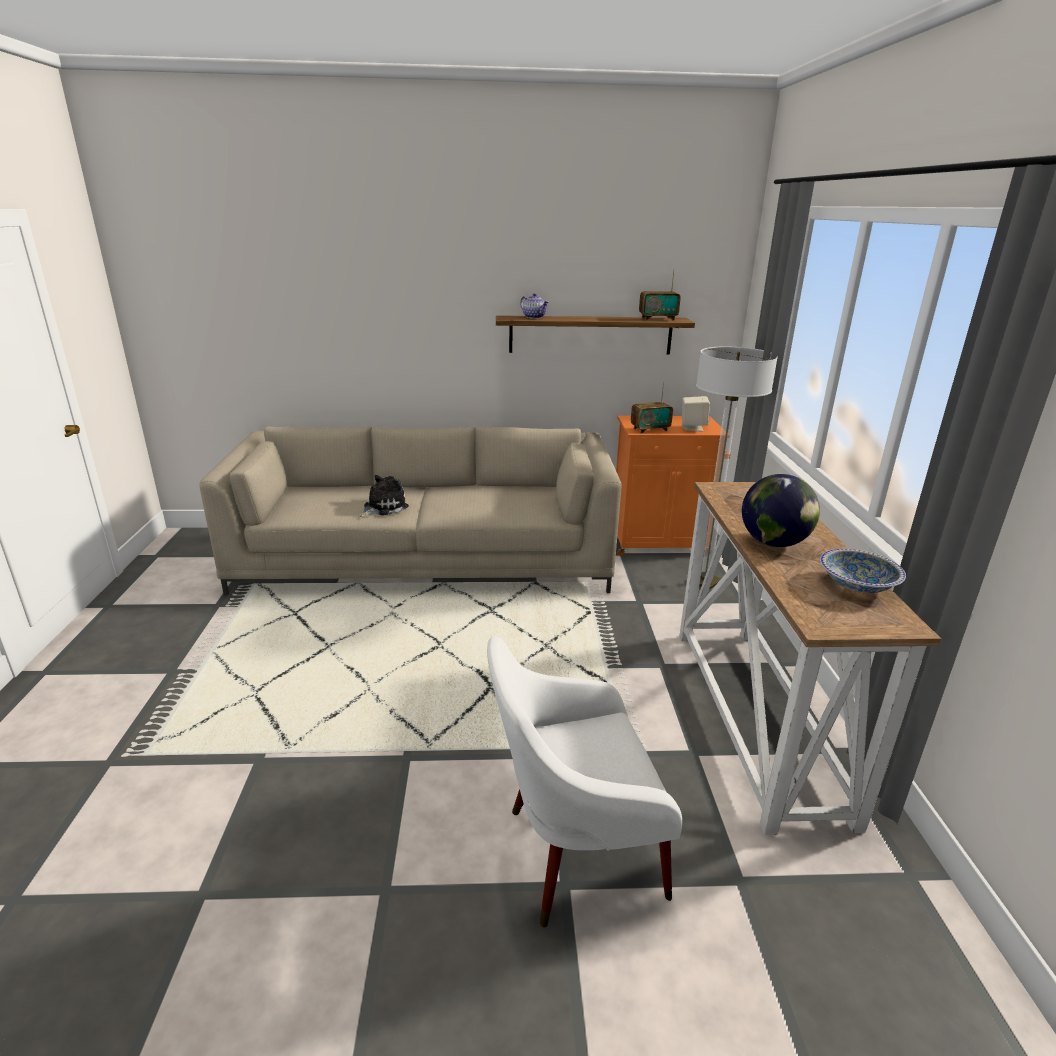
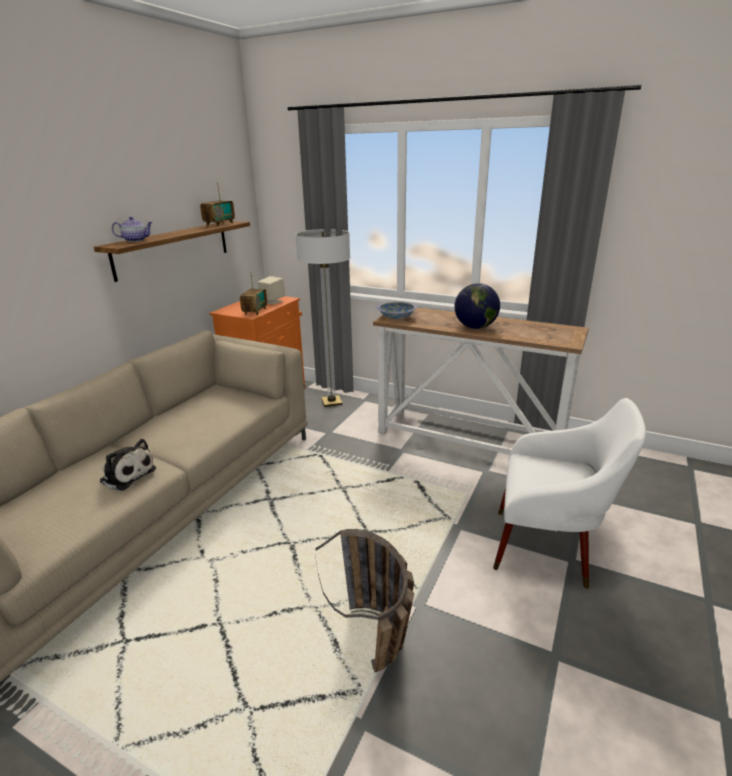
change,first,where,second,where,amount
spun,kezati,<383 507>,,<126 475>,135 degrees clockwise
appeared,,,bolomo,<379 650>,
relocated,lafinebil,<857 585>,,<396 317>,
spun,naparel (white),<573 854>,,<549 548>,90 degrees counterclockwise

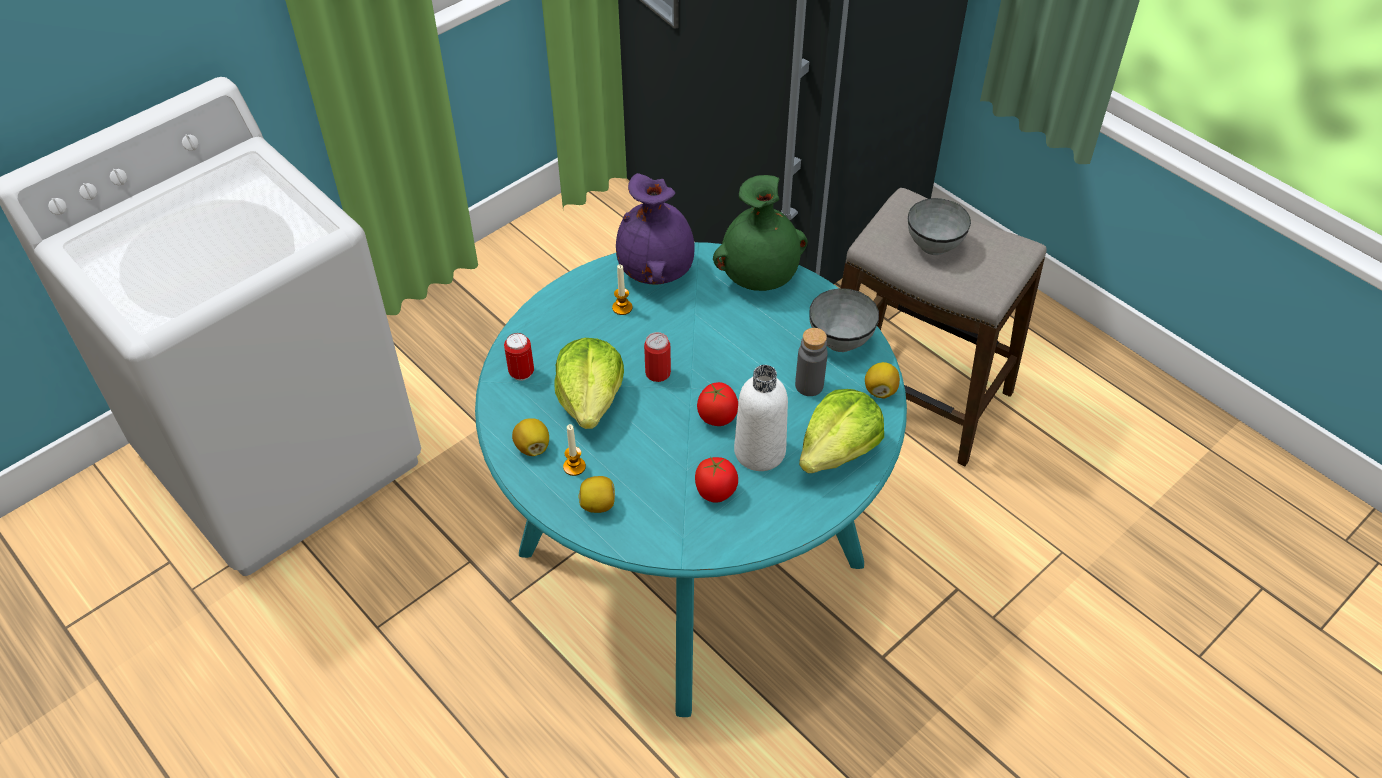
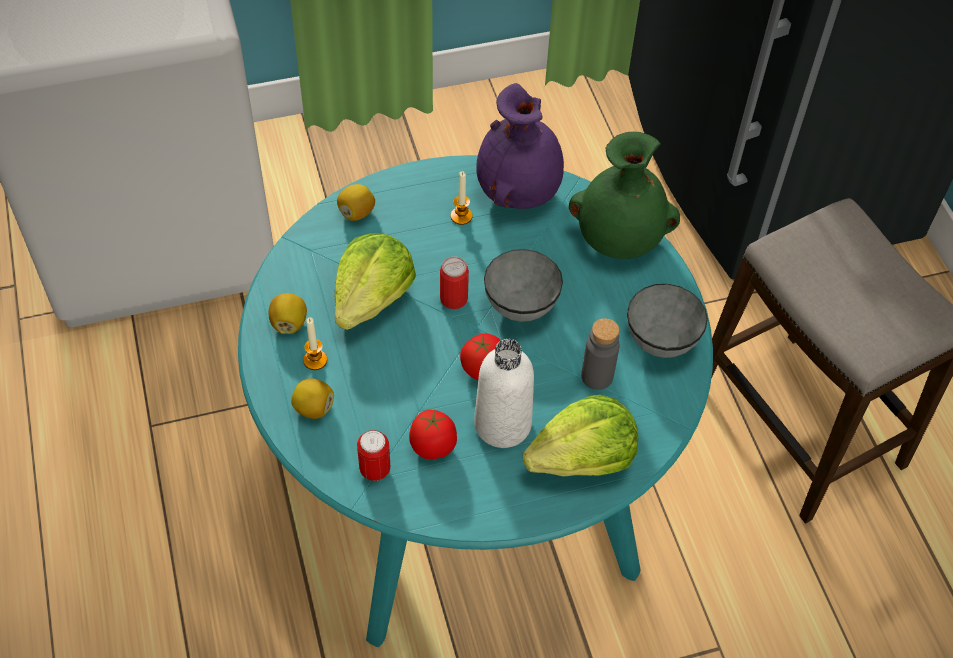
change,first,where,second,where,amount
relocated,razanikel,<880 390>,,<356 213>,
relocated,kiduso,<521 373>,,<375 470>,
relocated,lafinebil (grey),<933 245>,,<520 306>,

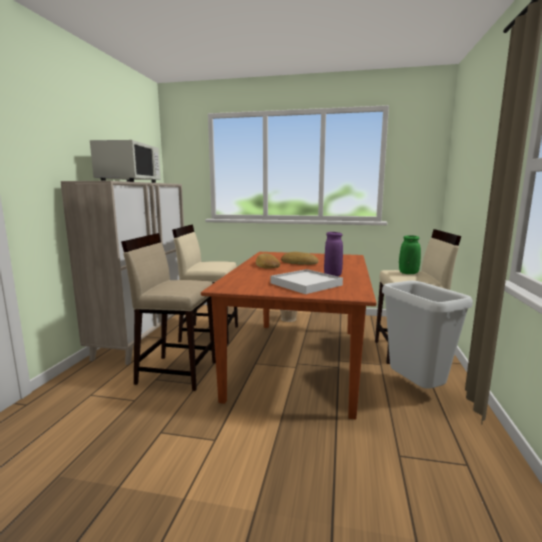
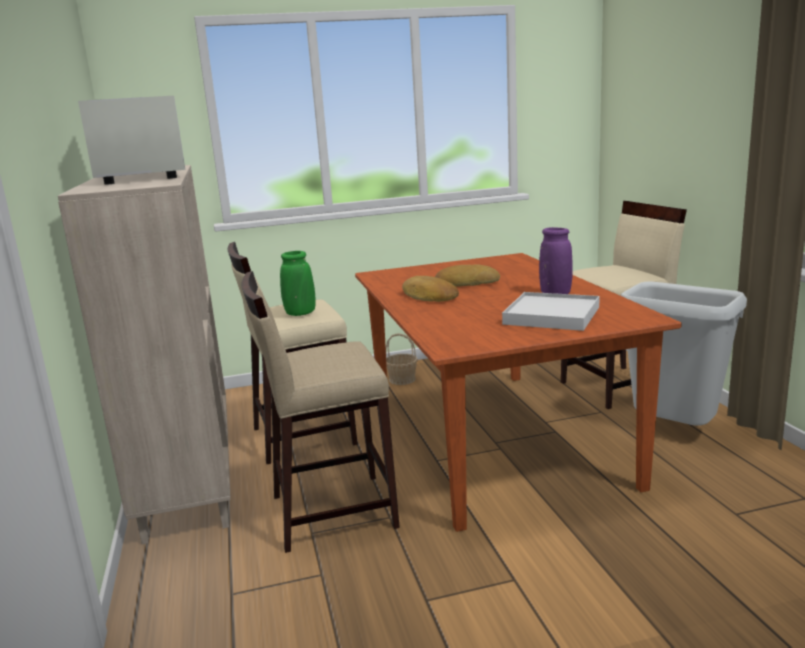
change,first,where,second,where,amount
relocated,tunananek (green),<408 273>,,<300 313>,

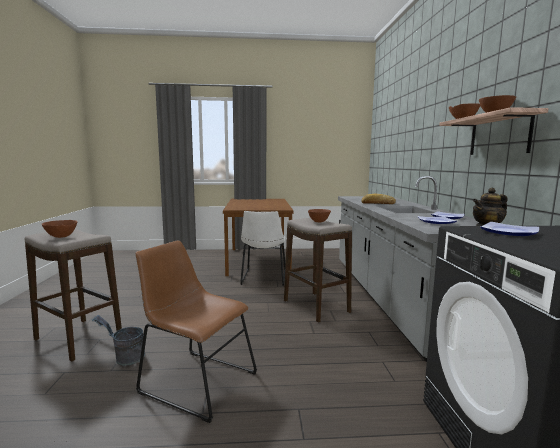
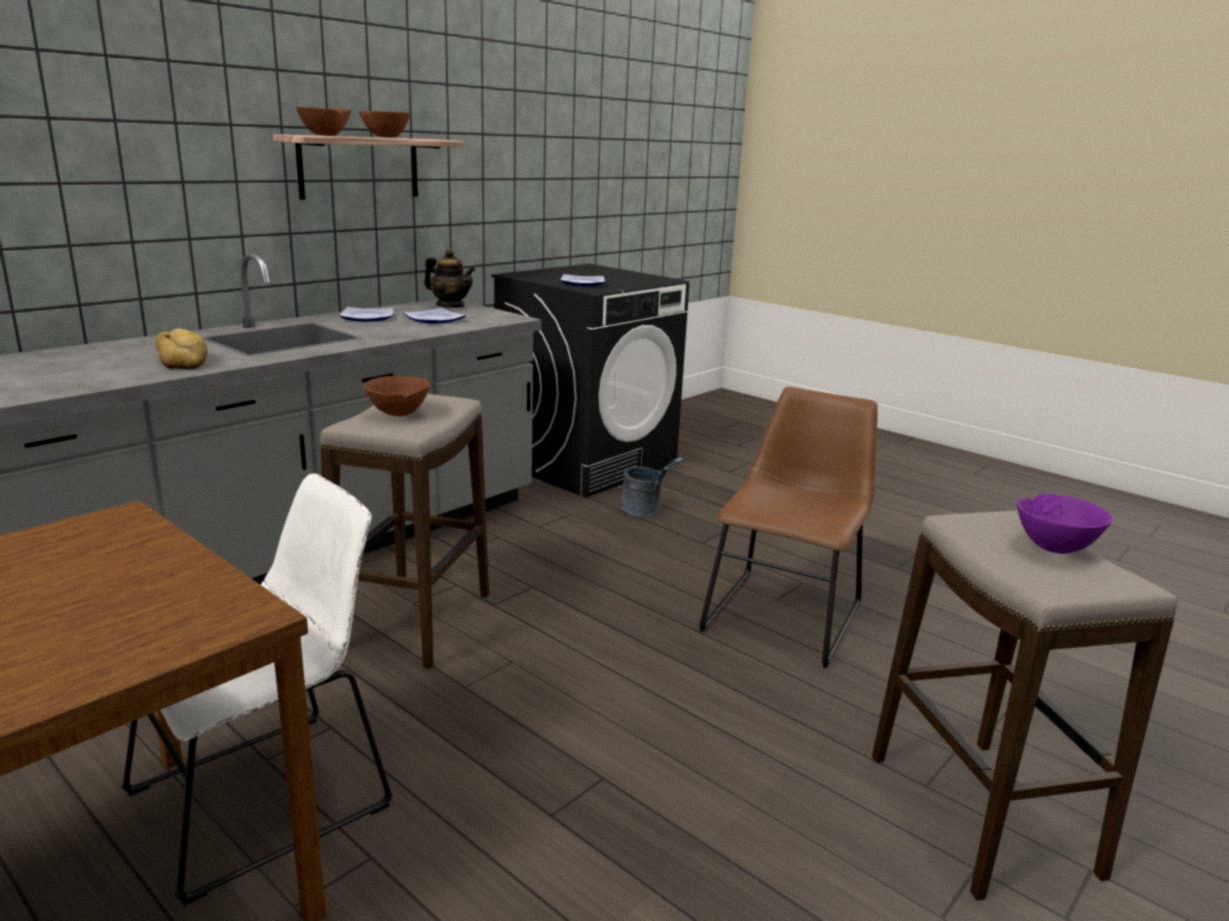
change,first,where,second,where,amount
relocated,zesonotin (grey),<125 358>,,<646 511>,
spun,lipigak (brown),<195 381>,,<785 613>,135 degrees counterclockwise
colour,lafinebil (brown),<61 237>,lafinebil (purple),<1054 547>,

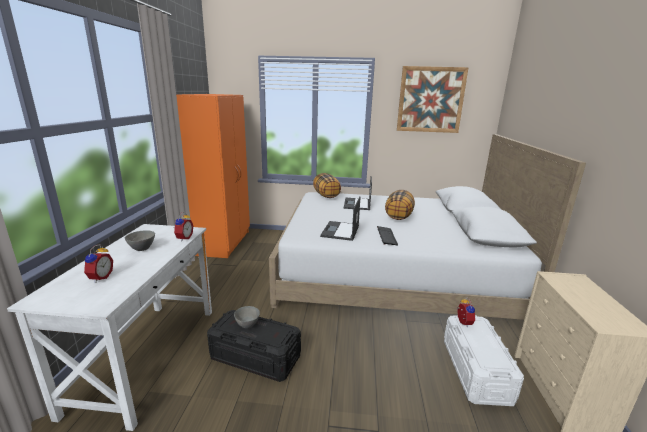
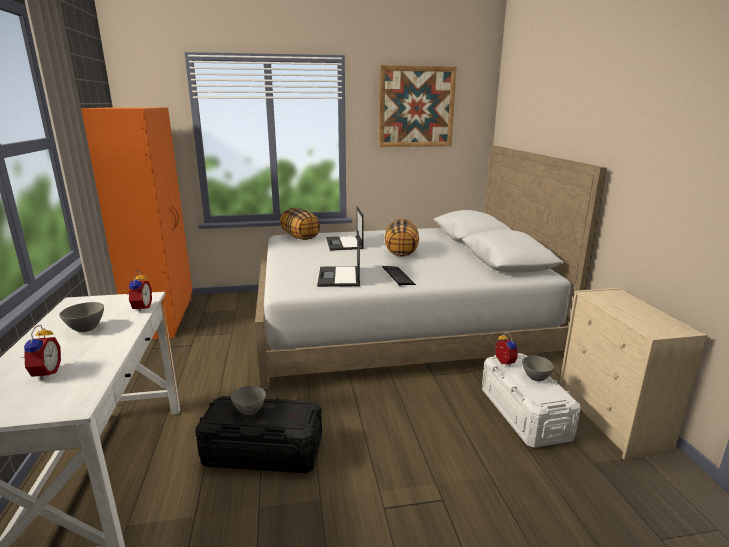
change,first,where,second,where,amount
appeared,,,lafinebil (grey),<535 378>,

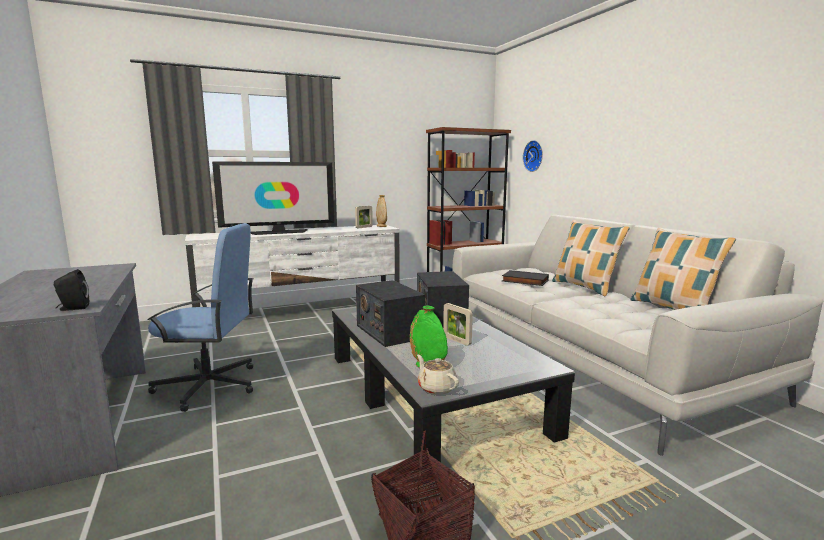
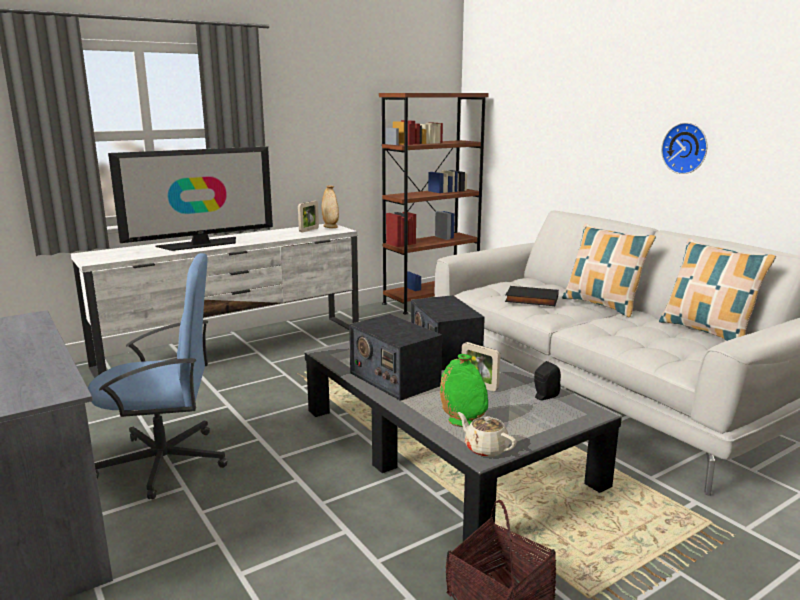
change,first,where,second,where,amount
relocated,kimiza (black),<73 308>,,<544 396>,
relocated,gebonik,<534 156>,,<686 148>,

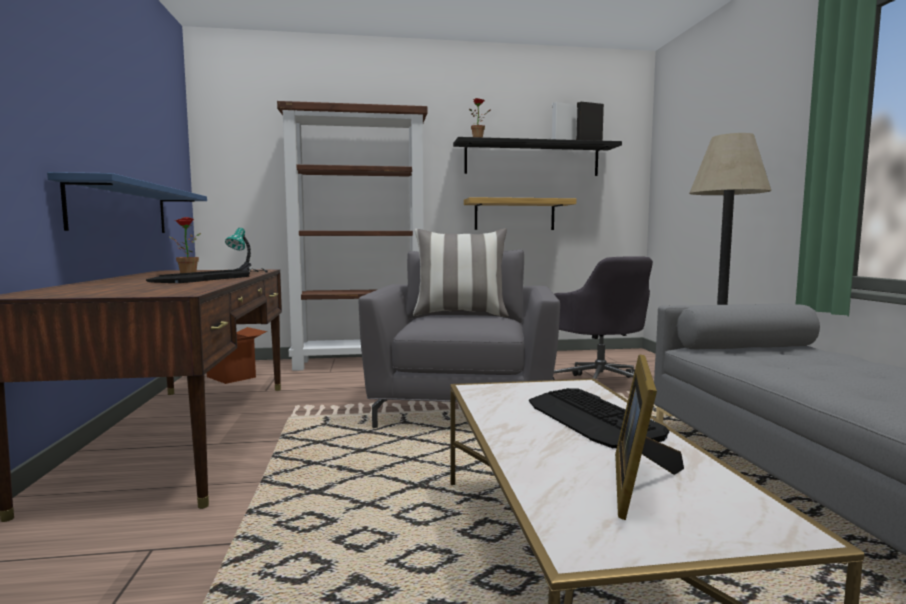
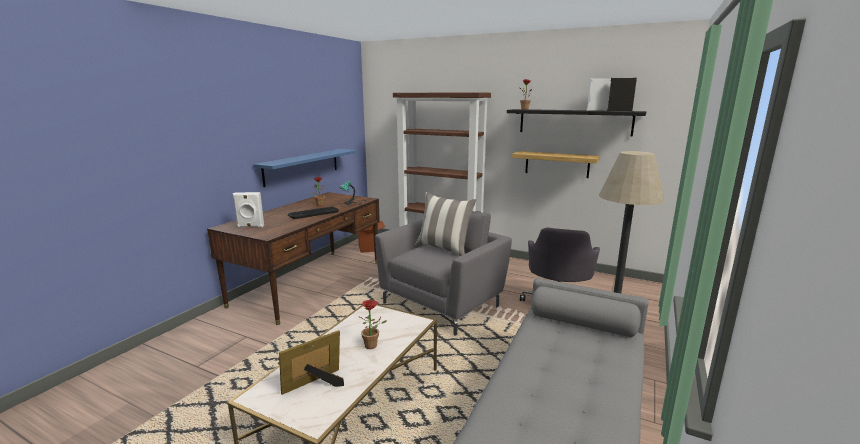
change,first,where,second,where,amount
appeared,,,kimiza (white),<250 226>,
exchanged,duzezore,<591 419>,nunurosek,<373 346>,

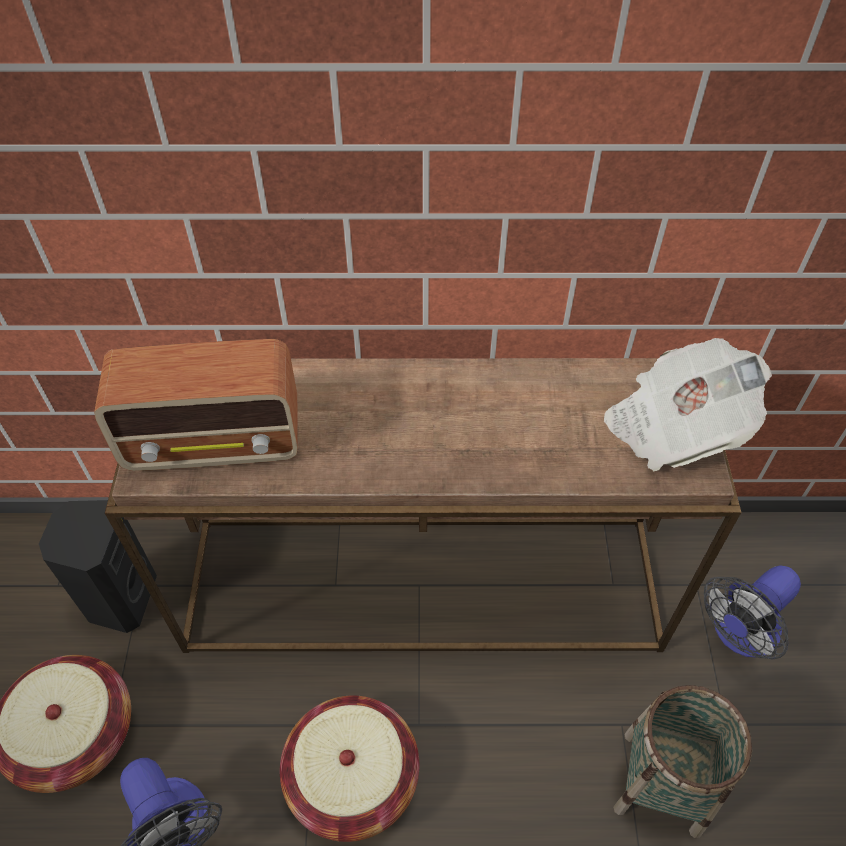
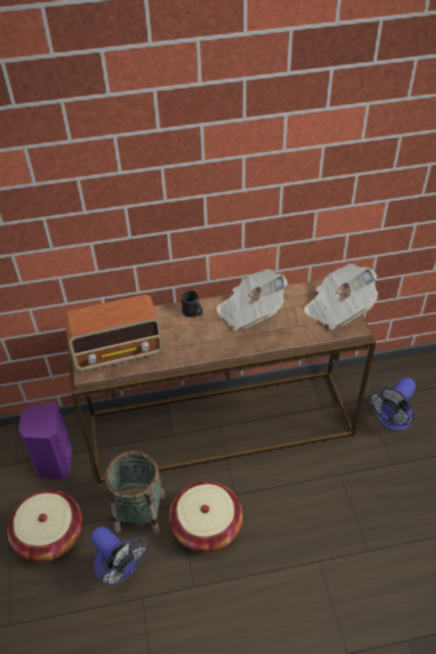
change,first,where,second,where,amount
colour,kimiza (black),<120 598>,kimiza (purple),<54 463>,
relocated,bolomo,<661 782>,,<140 512>,
appeared,,,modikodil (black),<193 312>,
appeared,,,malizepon,<250 312>,

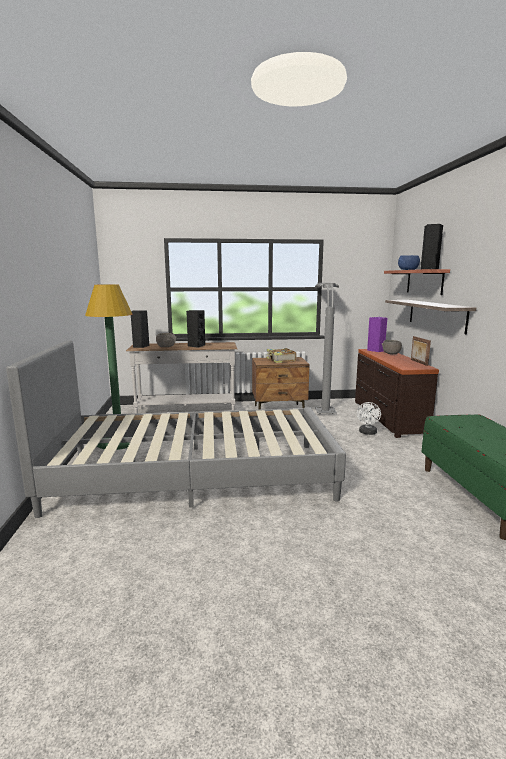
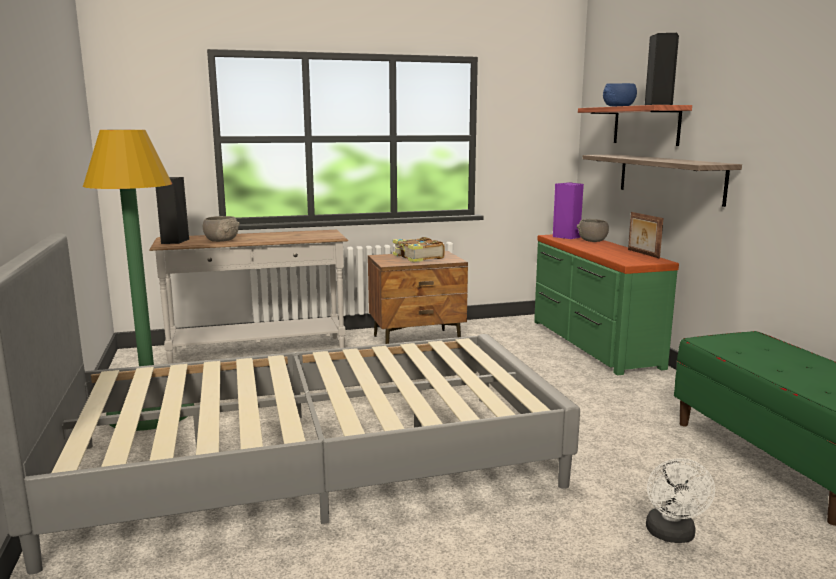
change,first,where,second,where,amount
colour,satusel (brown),<387 417>,satusel (green),<592 343>,
relocated,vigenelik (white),<367 433>,,<672 535>,
missing,kimiza (black),<196 346>,,,
missing,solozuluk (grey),<322 407>,,,

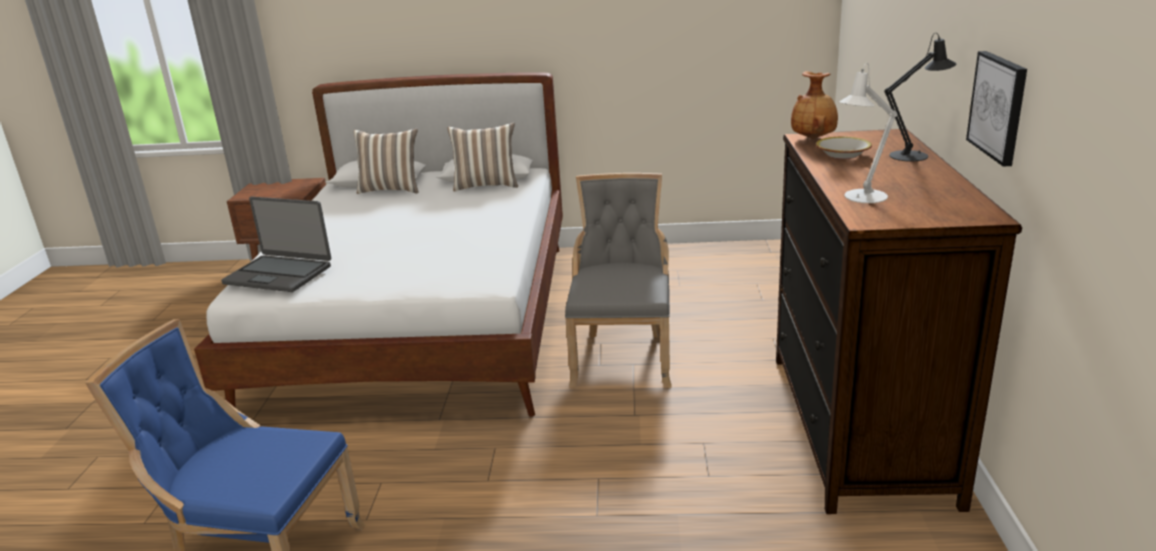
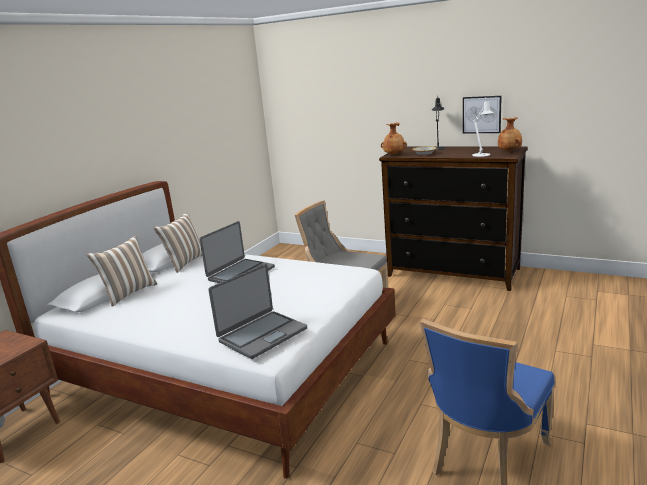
change,first,where,second,where,amount
appeared,,,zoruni,<240 273>,
appeared,,,tunananek (brown),<509 151>,

